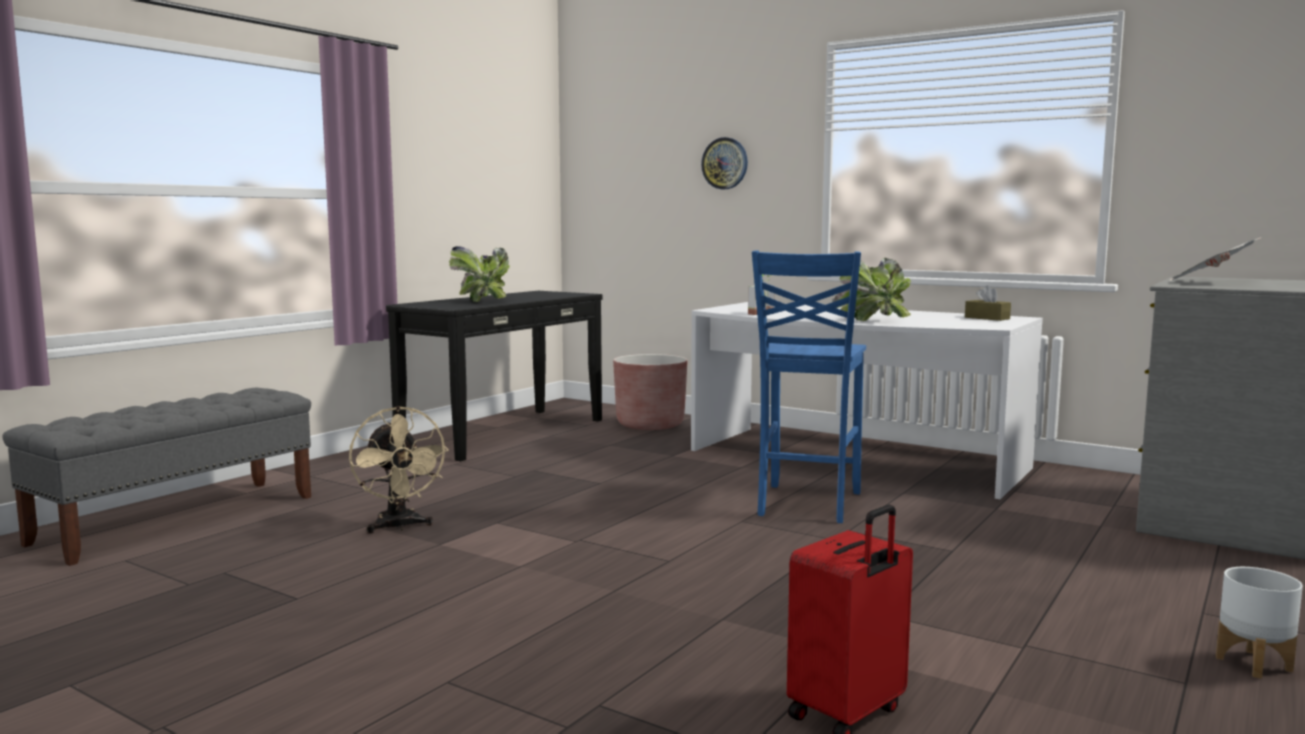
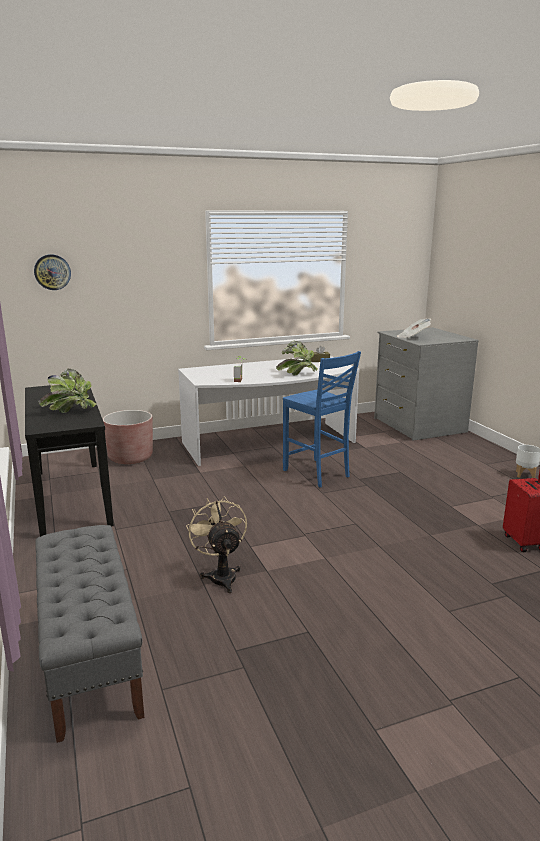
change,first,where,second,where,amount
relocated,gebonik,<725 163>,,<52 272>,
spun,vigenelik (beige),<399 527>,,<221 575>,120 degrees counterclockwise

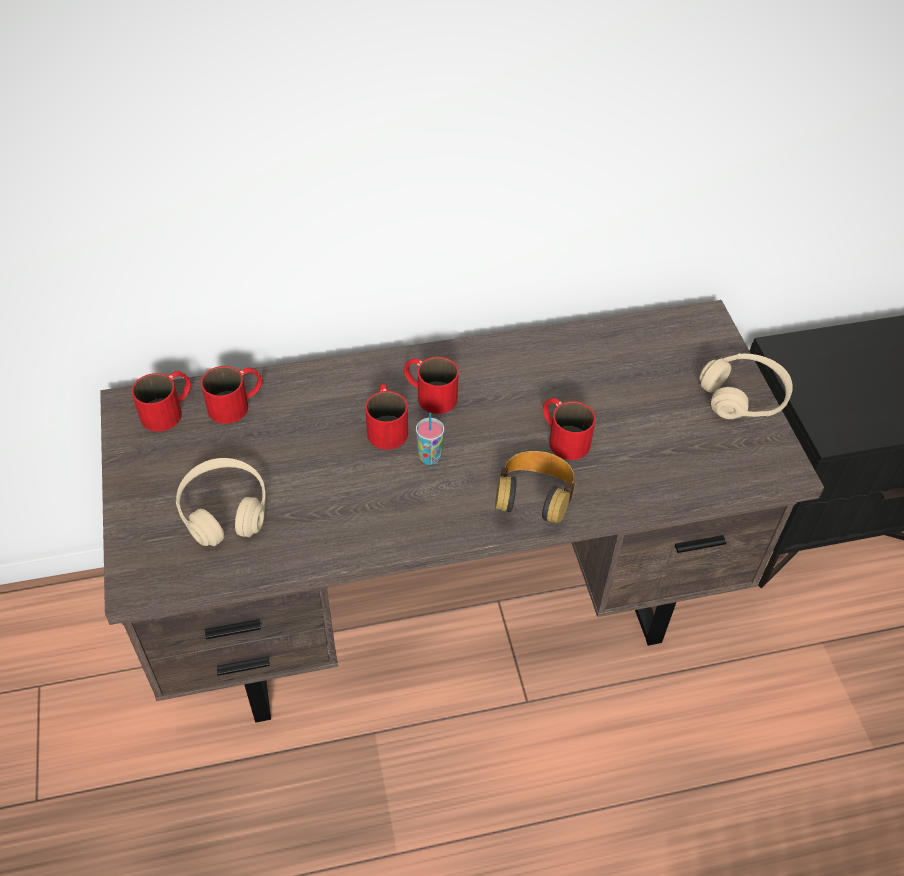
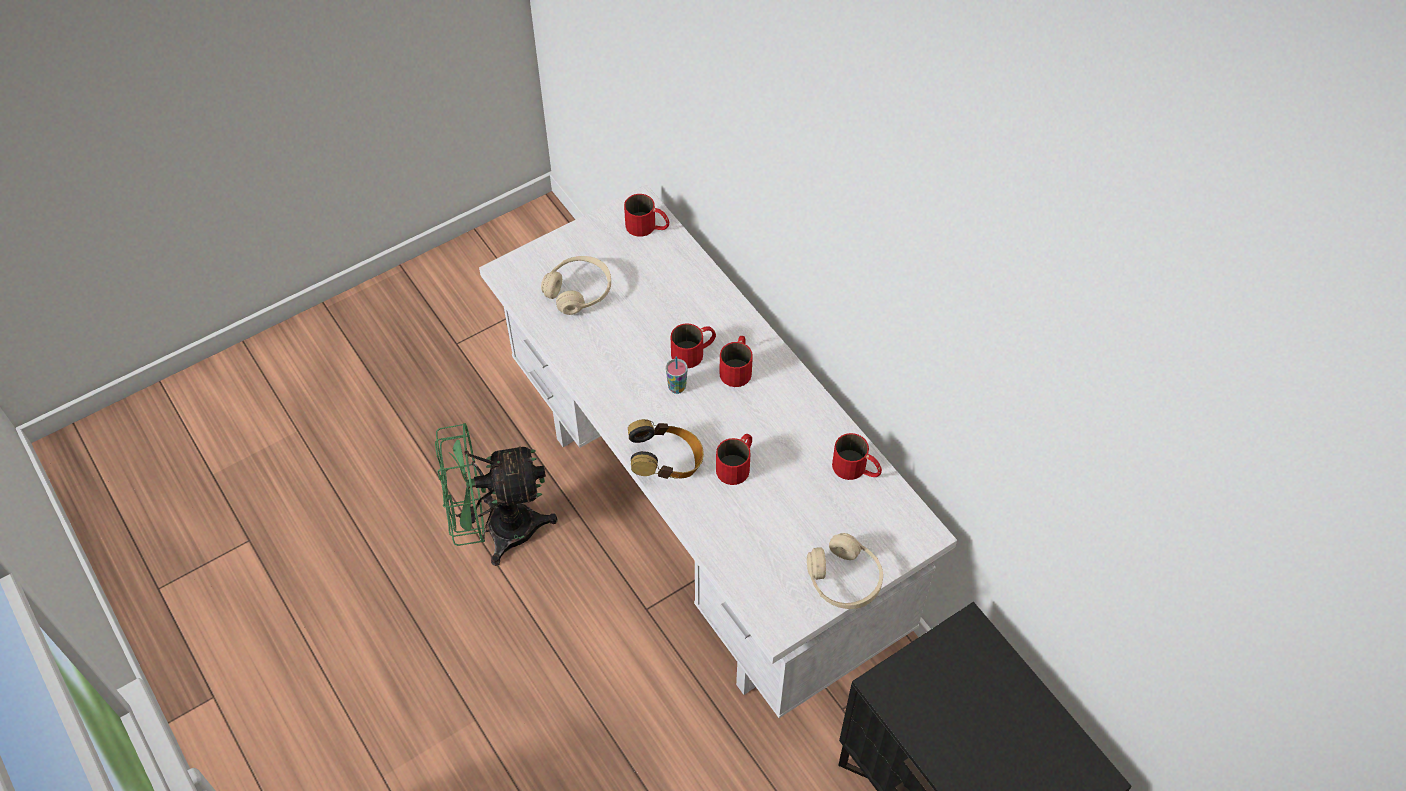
change,first,where,second,where,amount
appeared,,,vigenelik (green),<497 530>,
colour,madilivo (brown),<449 606>,madilivo (white),<706 526>,
relocated,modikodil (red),<237 403>,,<856 469>,

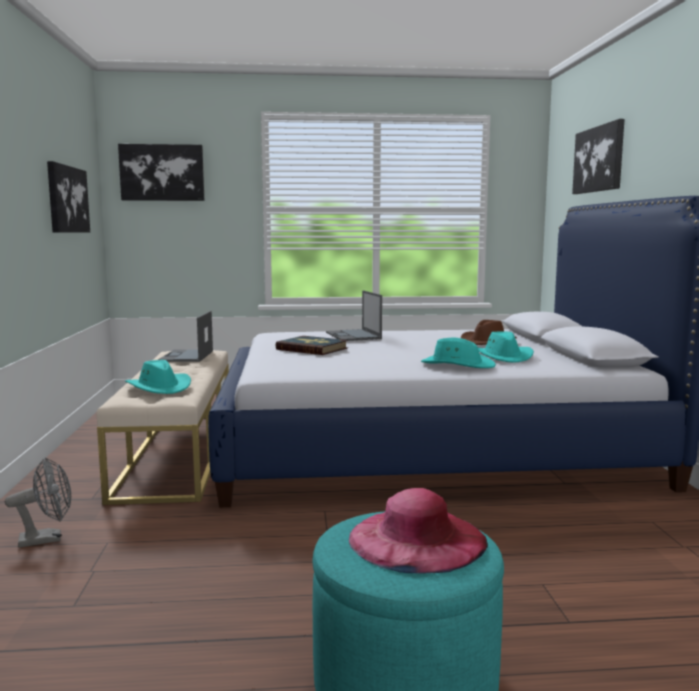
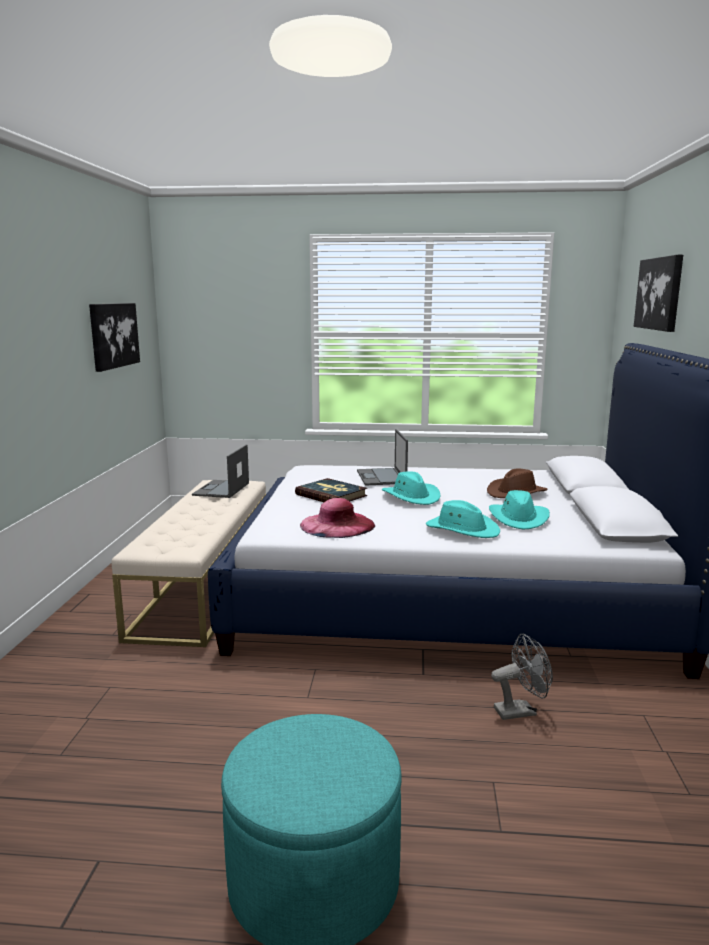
change,first,where,second,where,amount
relocated,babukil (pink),<417 538>,,<337 525>,
relocated,babukil (turquoise),<160 387>,,<412 497>,
relocated,vigenelik (grey),<47 539>,,<520 711>,
missing,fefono,<162 172>,,,

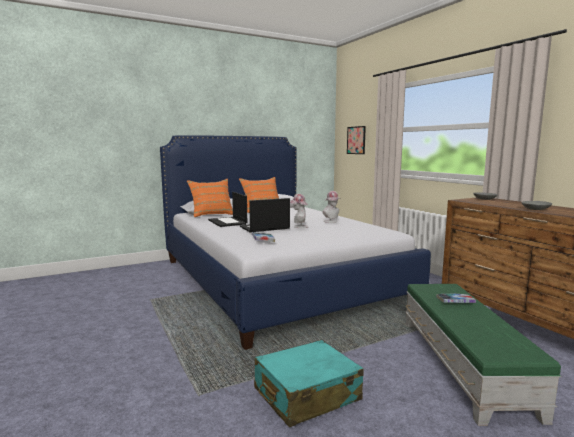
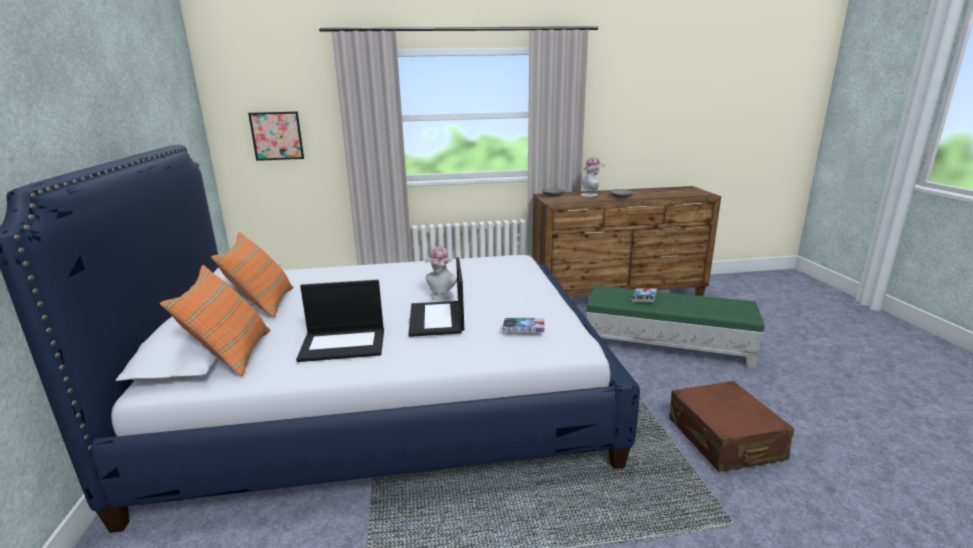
change,first,where,second,where,amount
relocated,babukil,<332 221>,,<591 194>,
colour,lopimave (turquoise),<306 395>,lopimave (brown),<724 439>,

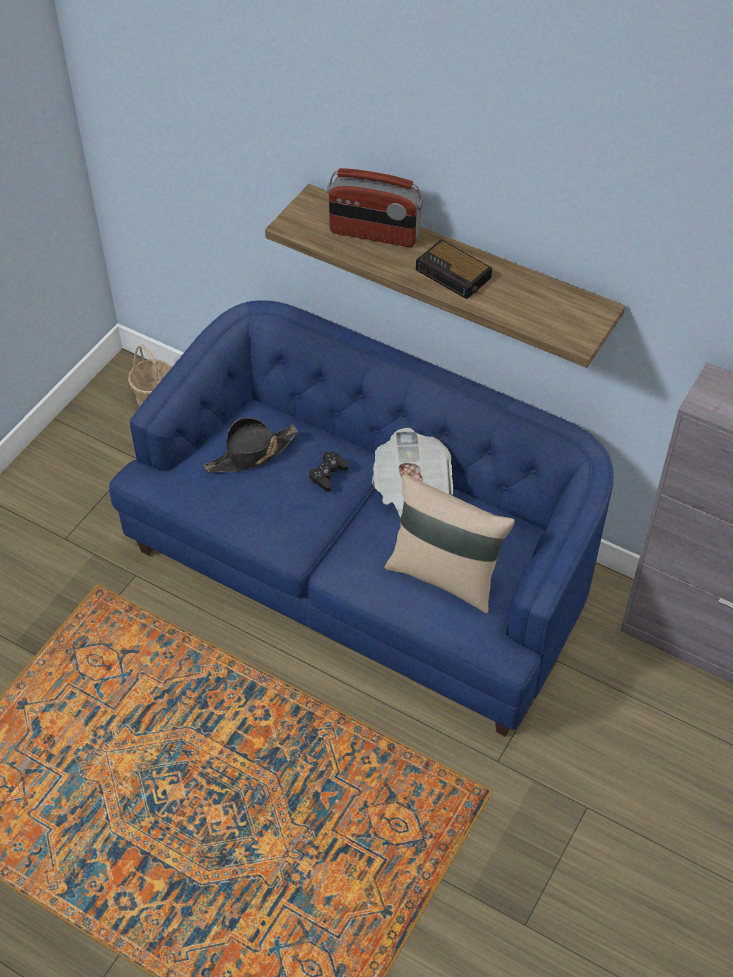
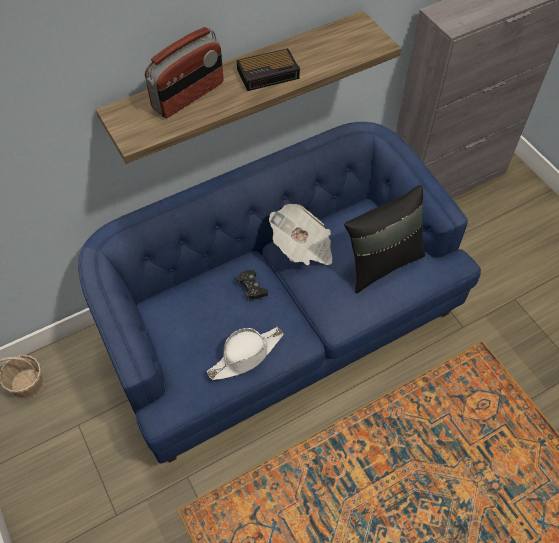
change,first,where,second,where,amount
appeared,,,babukil (white),<246 355>,
colour,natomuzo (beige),<445 575>,natomuzo (black),<381 263>,
missing,babukil (black),<251 454>,,,

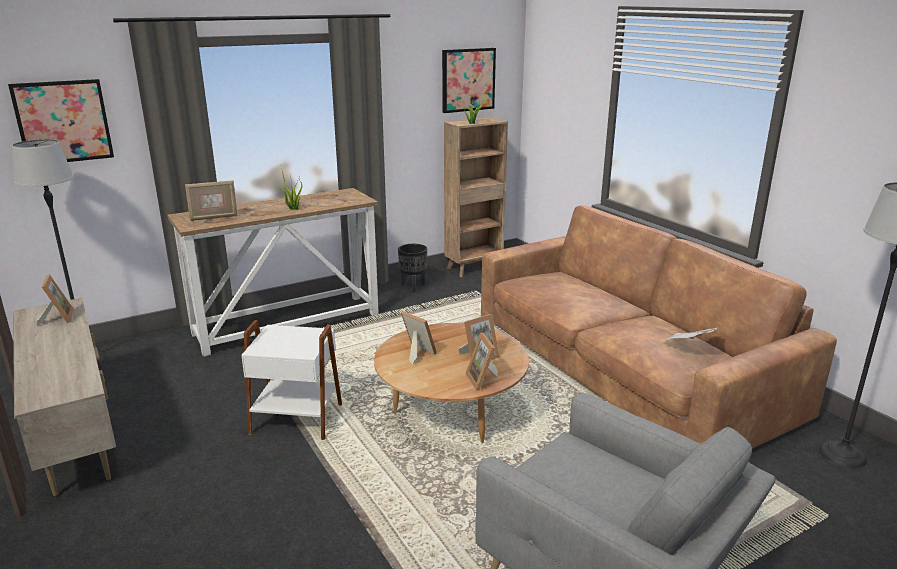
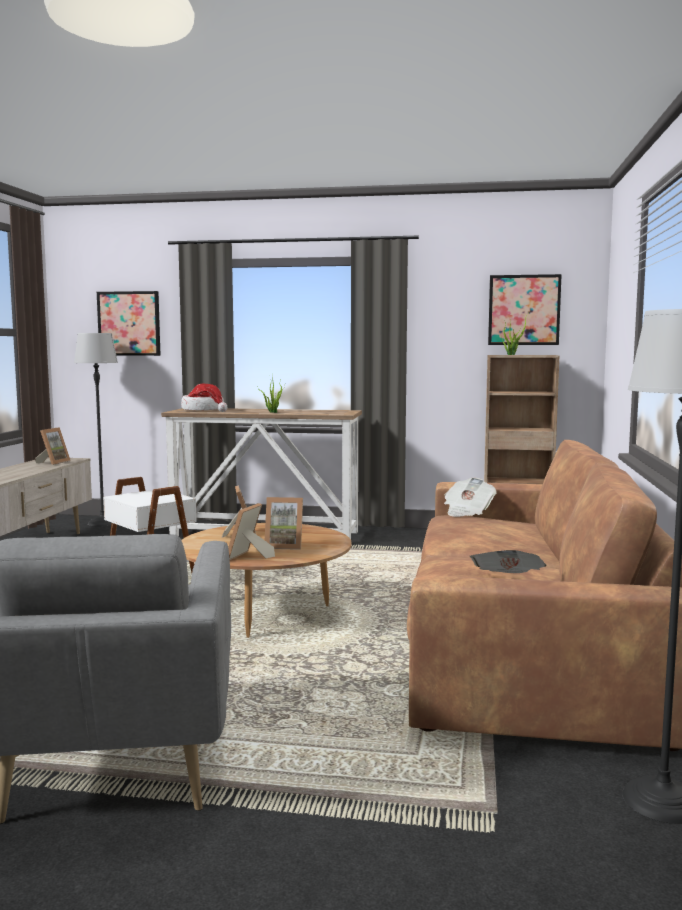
change,first,where,second,where,amount
exchanged,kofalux,<214 218>,babukil,<204 410>,
appeared,,,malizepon,<467 512>,
missing,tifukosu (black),<413 286>,,,

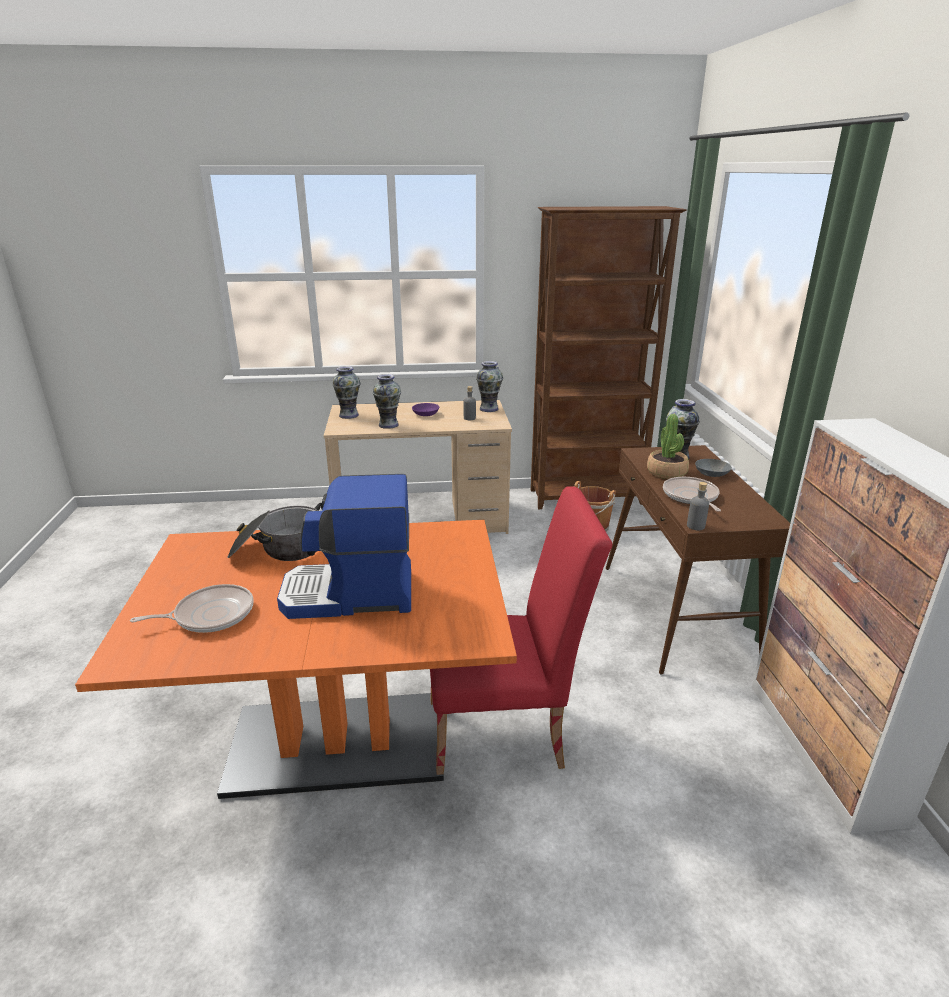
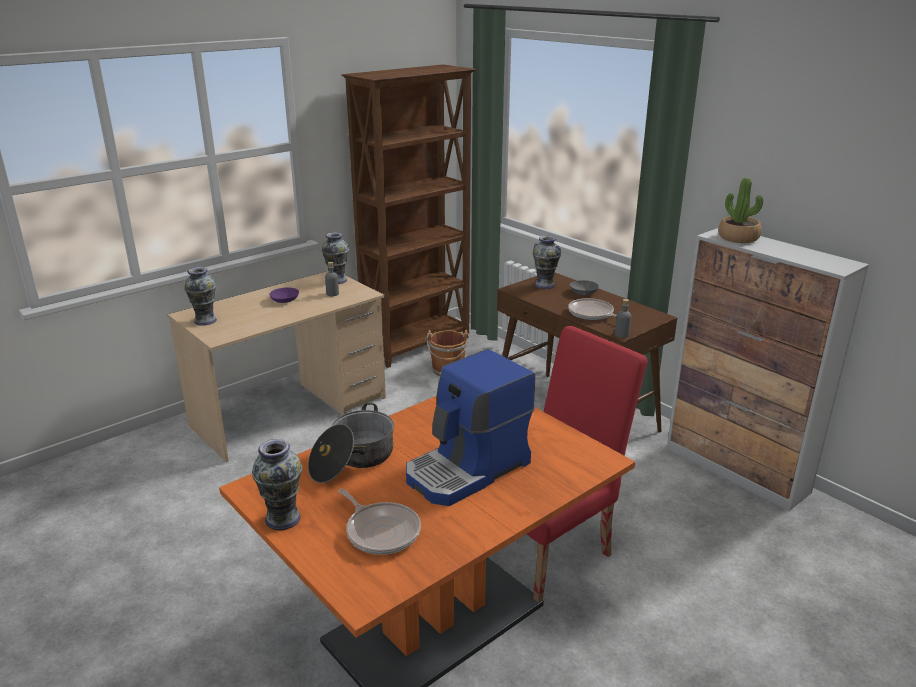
change,first,where,second,where,amount
relocated,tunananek,<388 425>,,<282 519>,
spun,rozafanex,<210 615>,,<381 531>,105 degrees clockwise
relocated,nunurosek,<666 472>,,<738 238>,

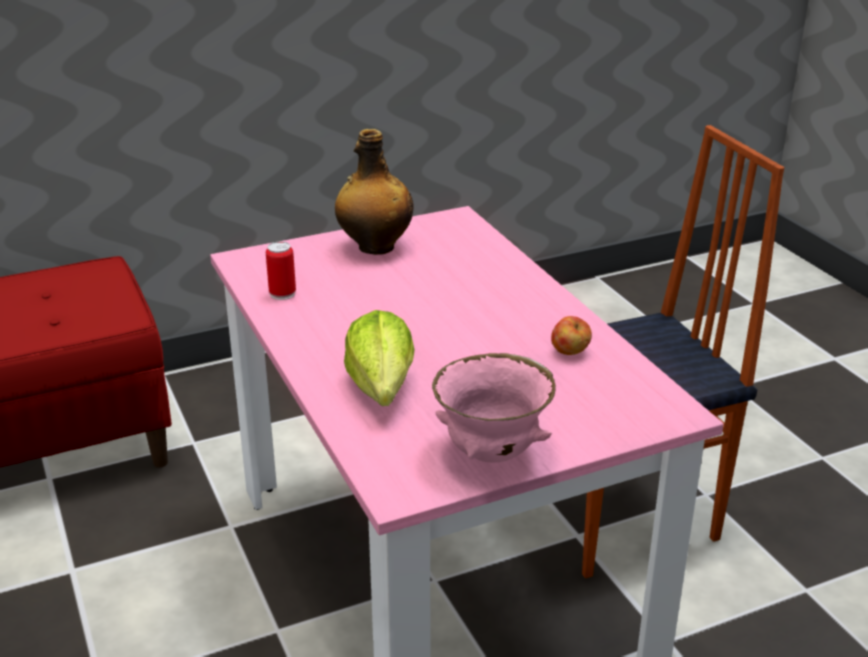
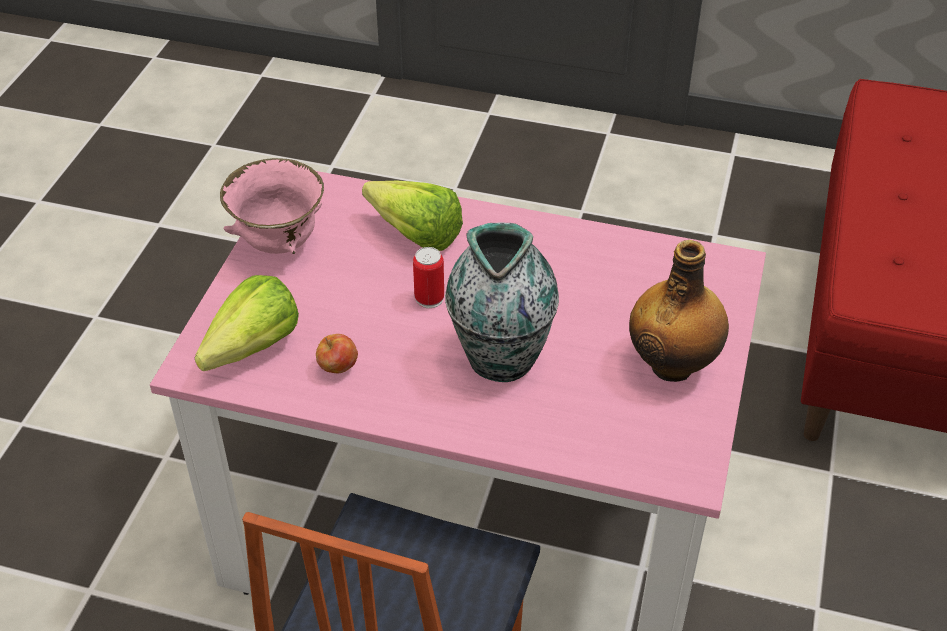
change,first,where,second,where,amount
appeared,,,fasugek,<244 353>,
relocated,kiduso,<282 294>,,<429 298>,
appeared,,,tunananek,<501 356>,

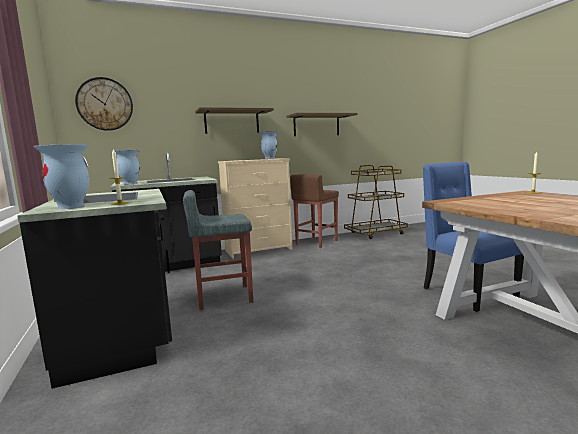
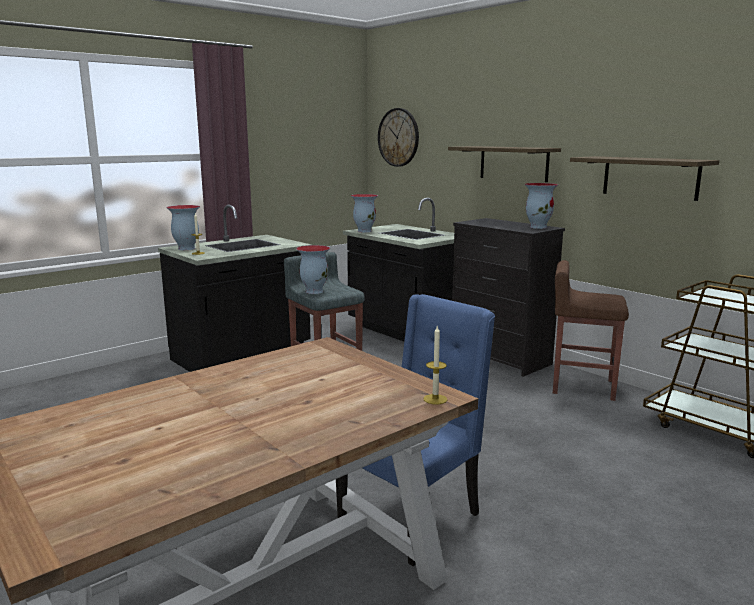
change,first,where,second,where,amount
appeared,,,tunananek,<314 291>,
colour,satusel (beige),<259 250>,satusel (black),<500 358>,

